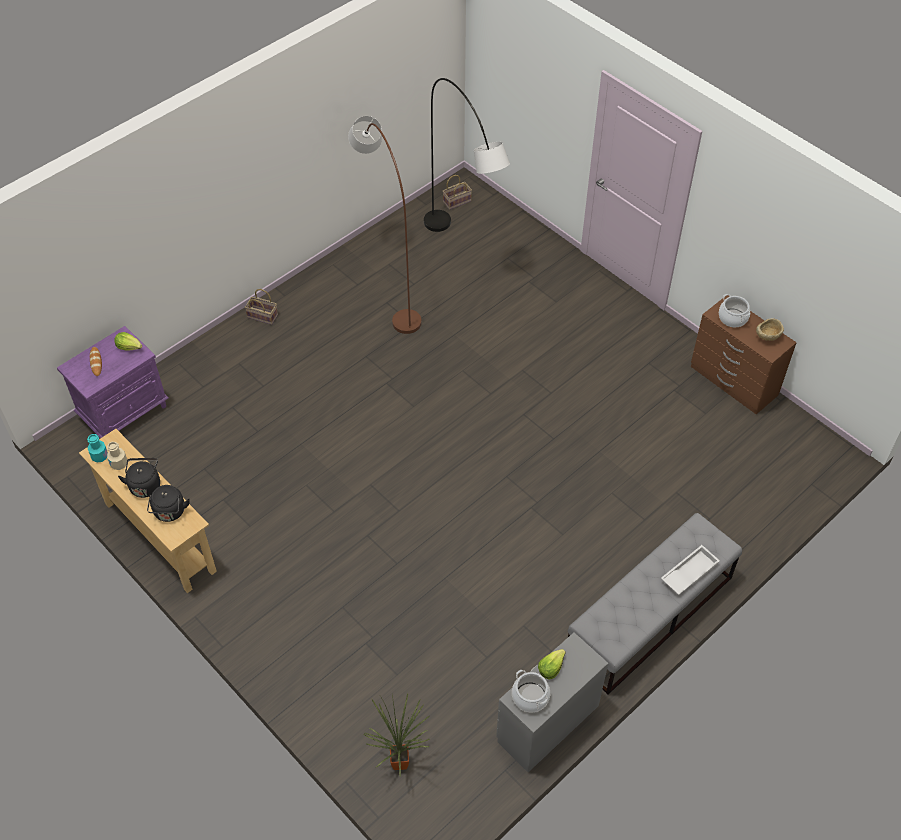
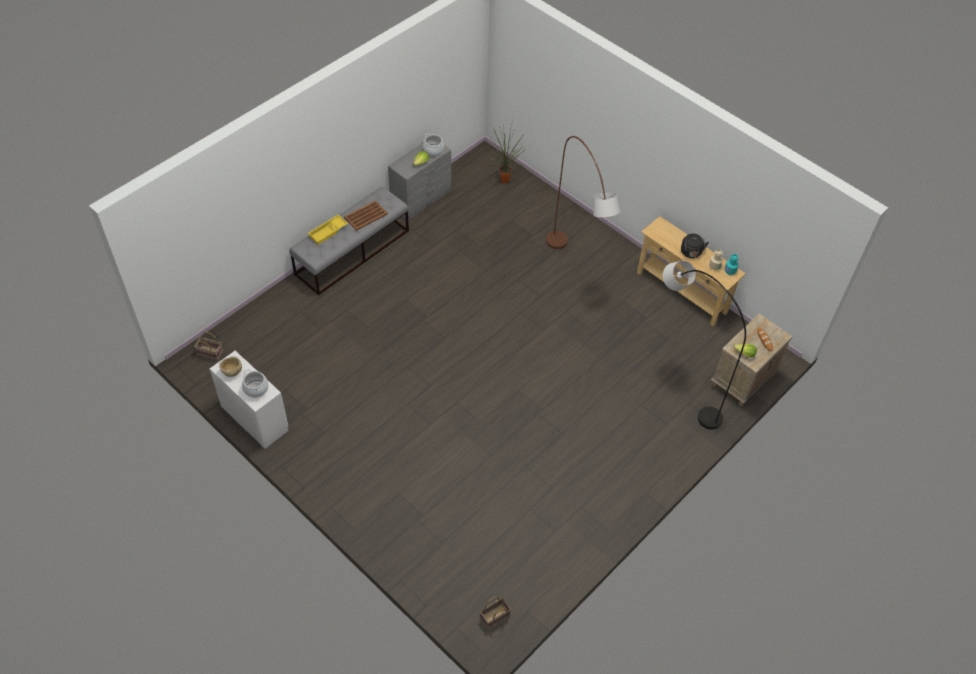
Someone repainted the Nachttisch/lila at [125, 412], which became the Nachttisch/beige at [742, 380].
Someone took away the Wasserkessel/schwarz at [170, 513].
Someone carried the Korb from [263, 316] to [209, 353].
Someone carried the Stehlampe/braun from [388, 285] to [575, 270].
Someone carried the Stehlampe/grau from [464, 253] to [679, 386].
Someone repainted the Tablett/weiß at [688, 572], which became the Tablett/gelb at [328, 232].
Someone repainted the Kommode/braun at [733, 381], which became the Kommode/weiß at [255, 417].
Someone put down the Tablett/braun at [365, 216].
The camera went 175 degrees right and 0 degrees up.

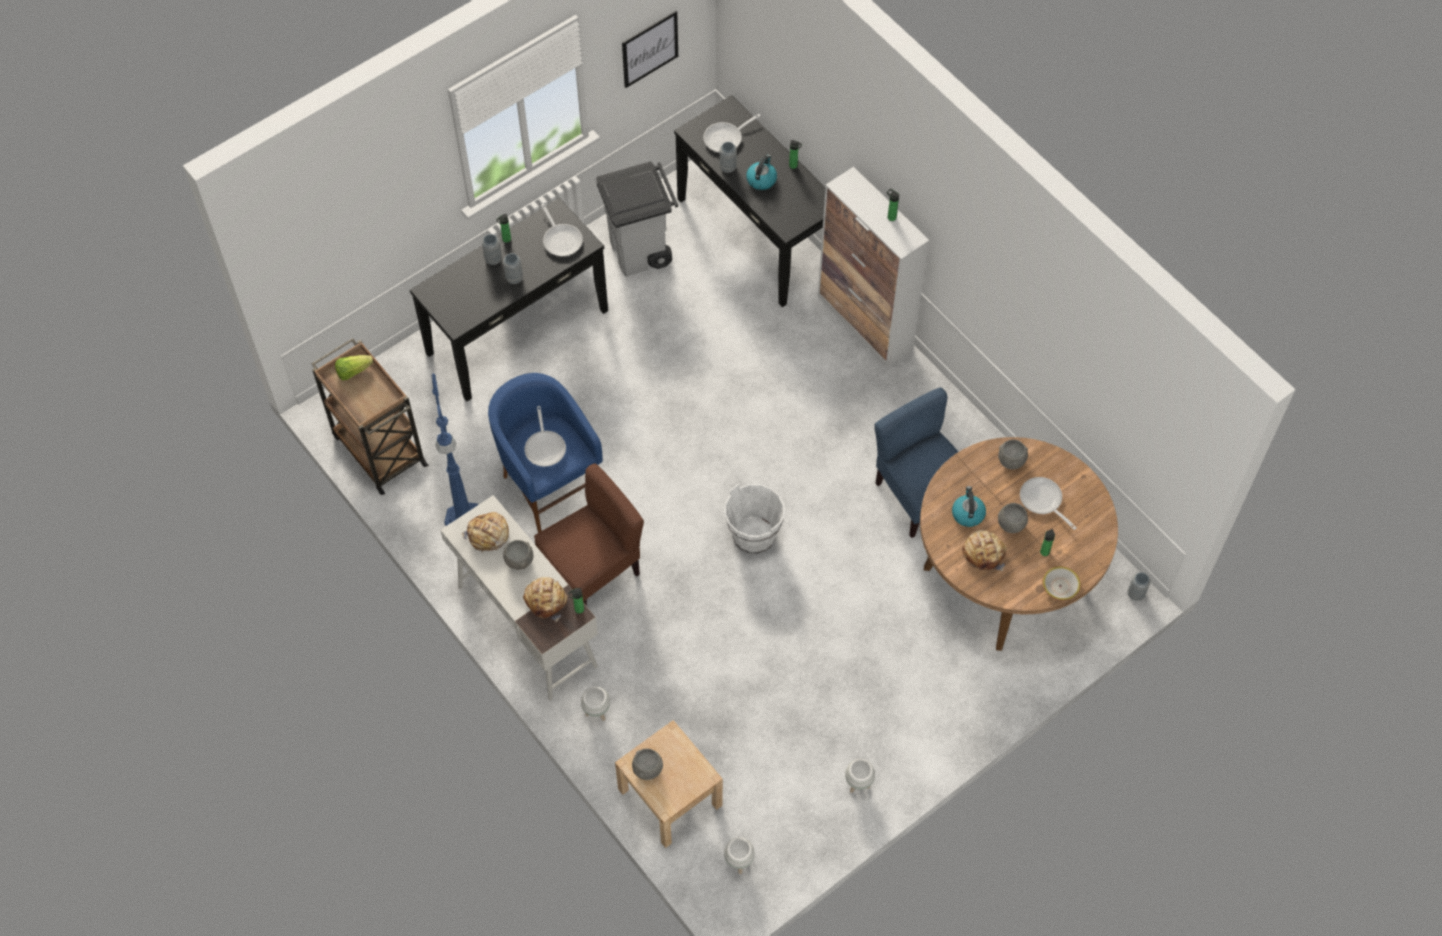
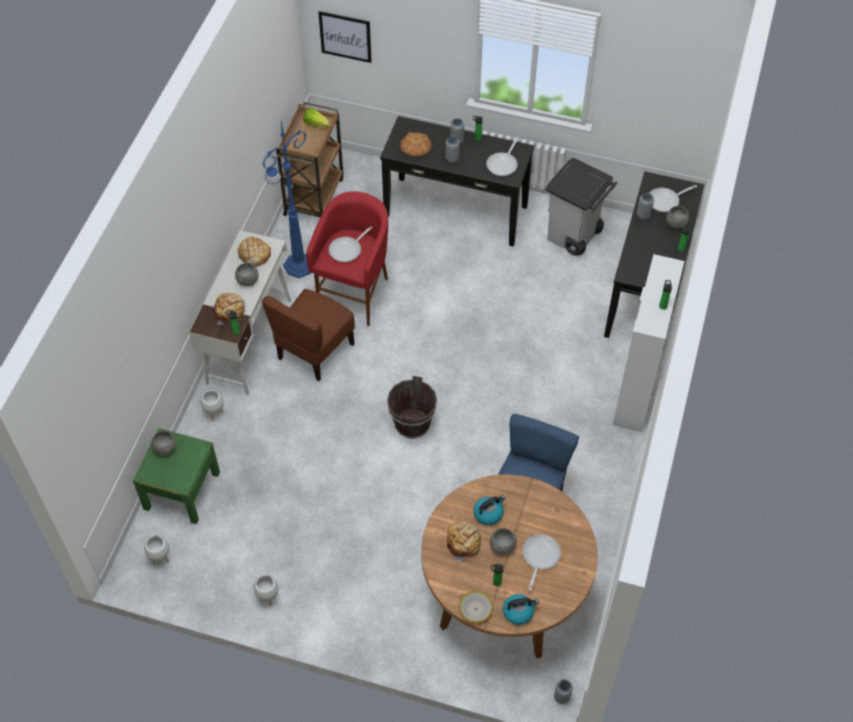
Someone repainted the Hocker/blau at [549, 490], which became the Hocker/rot at [355, 294].
Someone rotated the Stuhl/braun at [592, 571] by 105 degrees clockwise.
Someone repainted the Nachttisch/beige at [670, 797], which became the Nachttisch/grün at [182, 490].
Someone carried the Bild from [650, 48] to [345, 36].
Someone rotated the Pfanne at [726, 138] by 45 degrees counterclockwise.
Someone repainted the Eimer/weiß at [753, 536], which became the Eimer/braun at [412, 424].
Someone carried the Wasserkessel from [761, 179] to [518, 612].
Someone carried the Schüssel/grau from [1010, 461] to [676, 224].
Someone put down the Brot at [415, 146].
The camera went 55 degrees right and 5 degrees down.

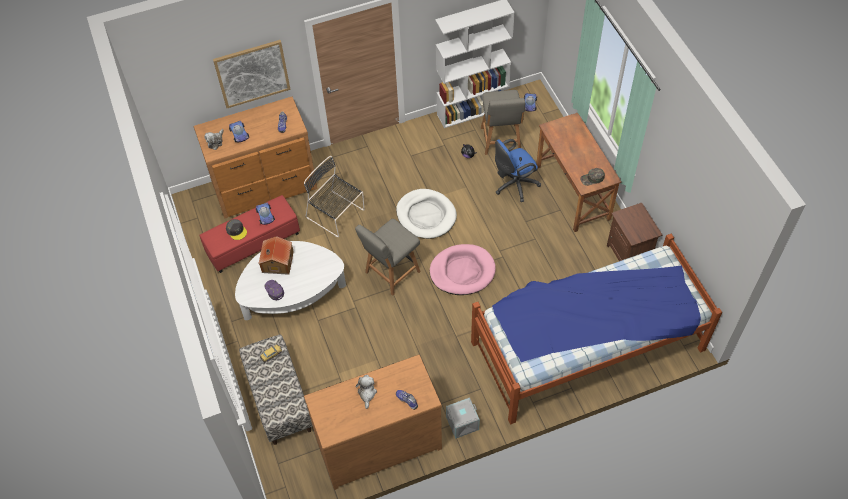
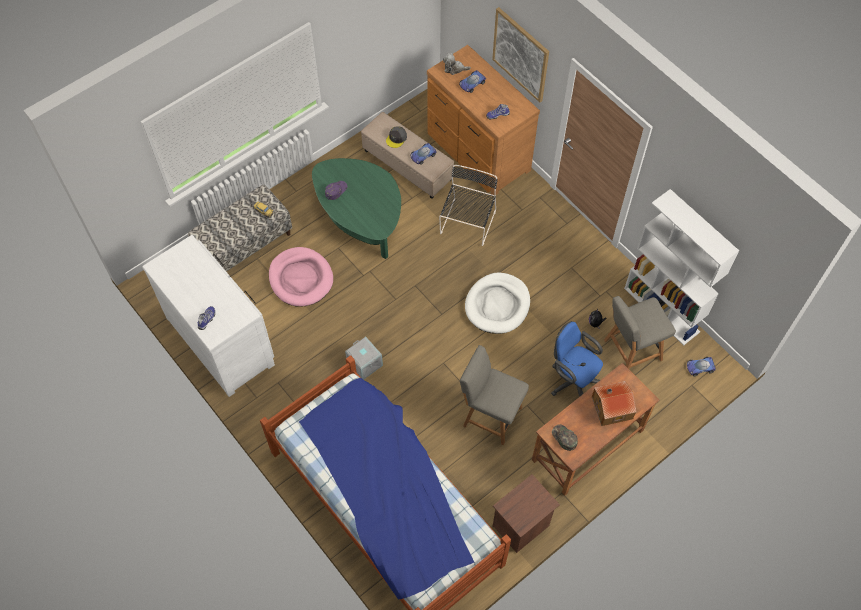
Someone repainted the Polsterhocker/rot at [253, 242], which became the Polsterhocker/beige at [408, 165].
Someone repainted the Couchtisch/weiß at [292, 294], which became the Couchtisch/grün at [360, 217].
Someone carried the Spielzeughaus from [277, 262] to [611, 407].
Someone repainted the Kommode/braun at [377, 443], which became the Kommode/weiß at [221, 339].
Someone carried the Stuhl/grau from [391, 273] to [490, 415].
Someone took away the Plüschtier at [367, 393].
Someone carried the Hundebett/rosa from [462, 271] to [301, 278].
Someone carried the Aufbewahrungsbox/grau from [462, 423] to [364, 364].
The camera went 70 degrees right and 5 degrees up.

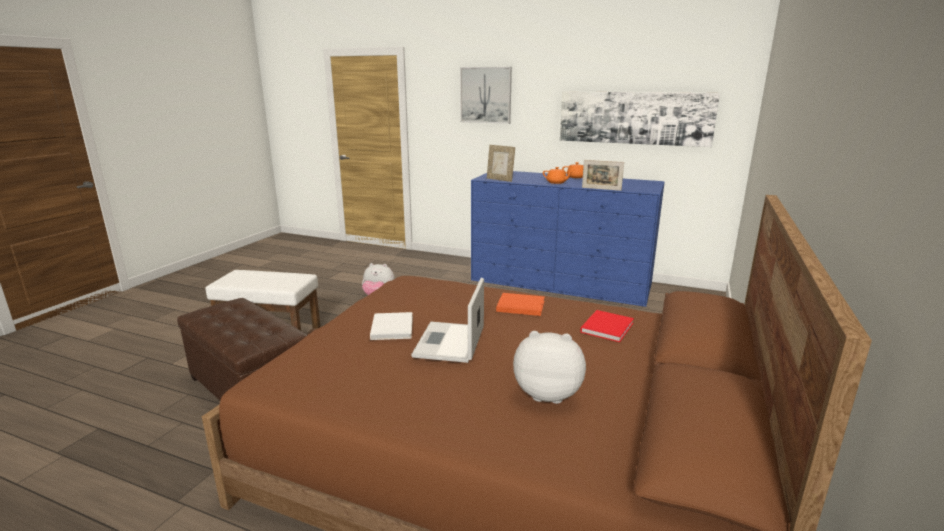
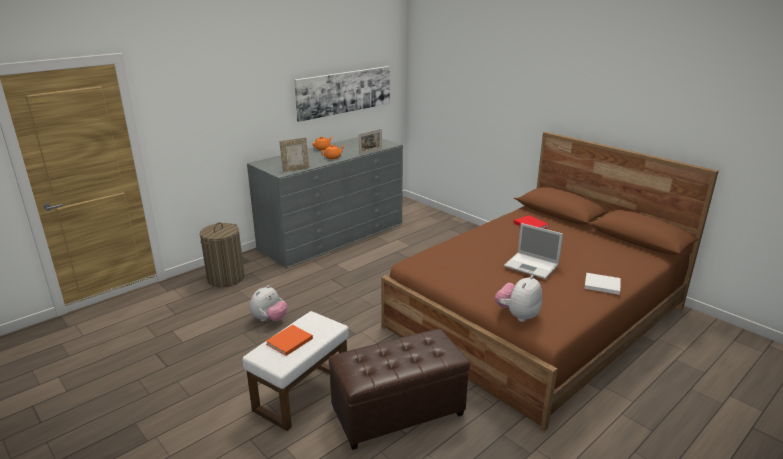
Someone carried the Buch/weiß from [392, 327] to [601, 284].
Someone took away the Bild at [485, 95].
Someone repainted the Kommode/blau at [560, 281], which became the Kommode/grau at [333, 236].
Someone carried the Buch/orange from [519, 306] to [288, 342].
Someone carried the Plüschtier from [547, 393] to [517, 315].
Someone put down the Wäschekorb at [226, 278].
The camera went 65 degrees left and 5 degrees up.

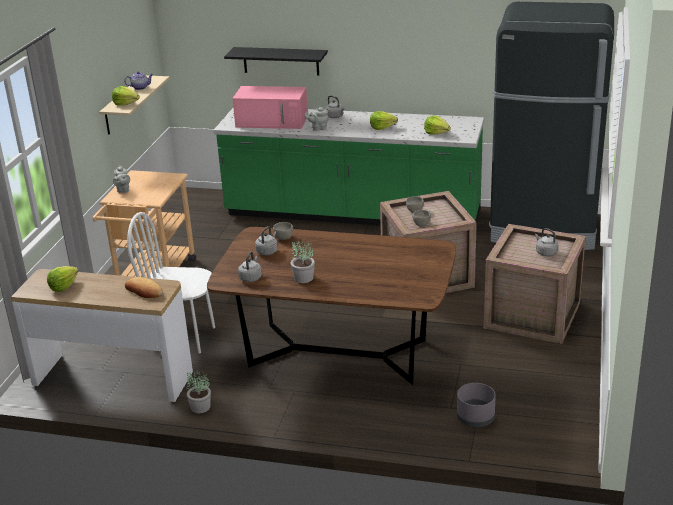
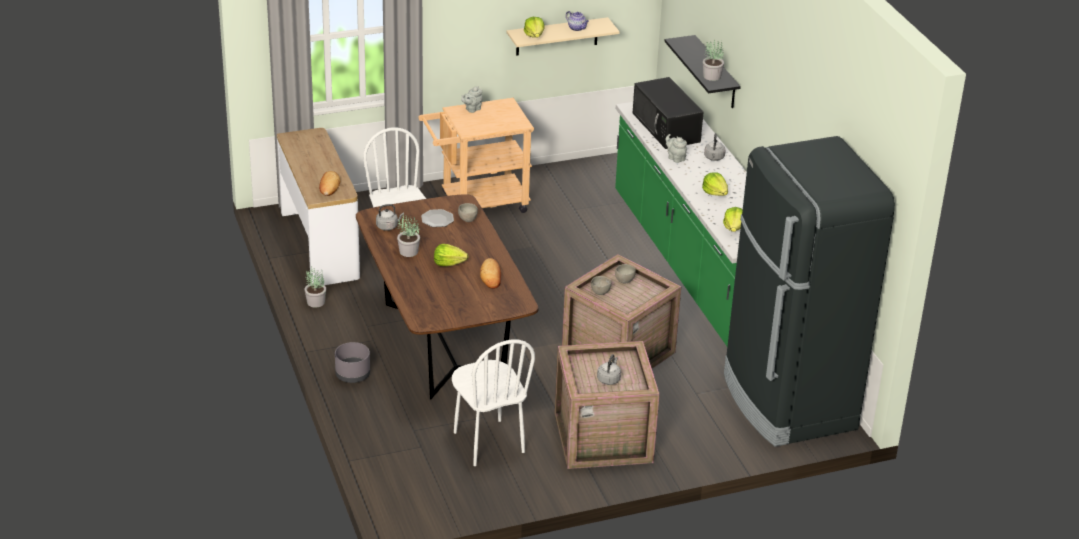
Someone carried the Salatkopf from [63, 287] to [448, 263].
Someone repainted the Mikrowelle/rosa at [273, 121], which became the Mikrowelle/schwarz at [667, 128].
Someone swapped the Wasserkessel/grau at [267, 251] for the Teller at [437, 219].
Someone carried the Pflanzkübel/grau from [475, 418] to [352, 375].
Someone put down the Stuhl/weiß at [488, 442].
Someone put down the Brot at [491, 276].
Someone put down the Topfpflanze at [712, 76].
The camera went 55 degrees right and 5 degrees up.

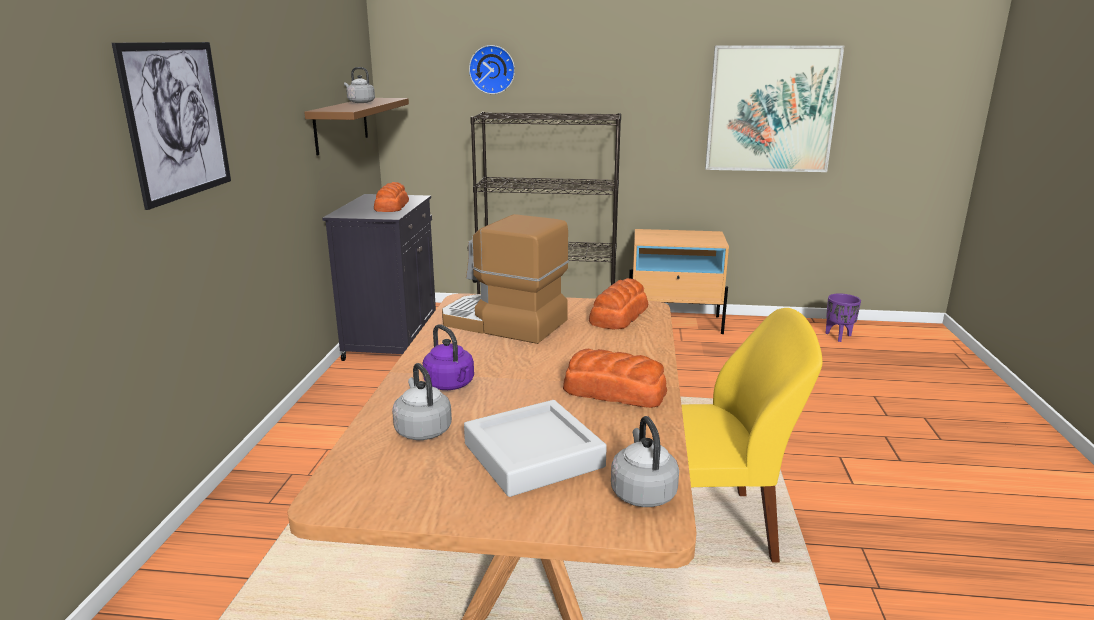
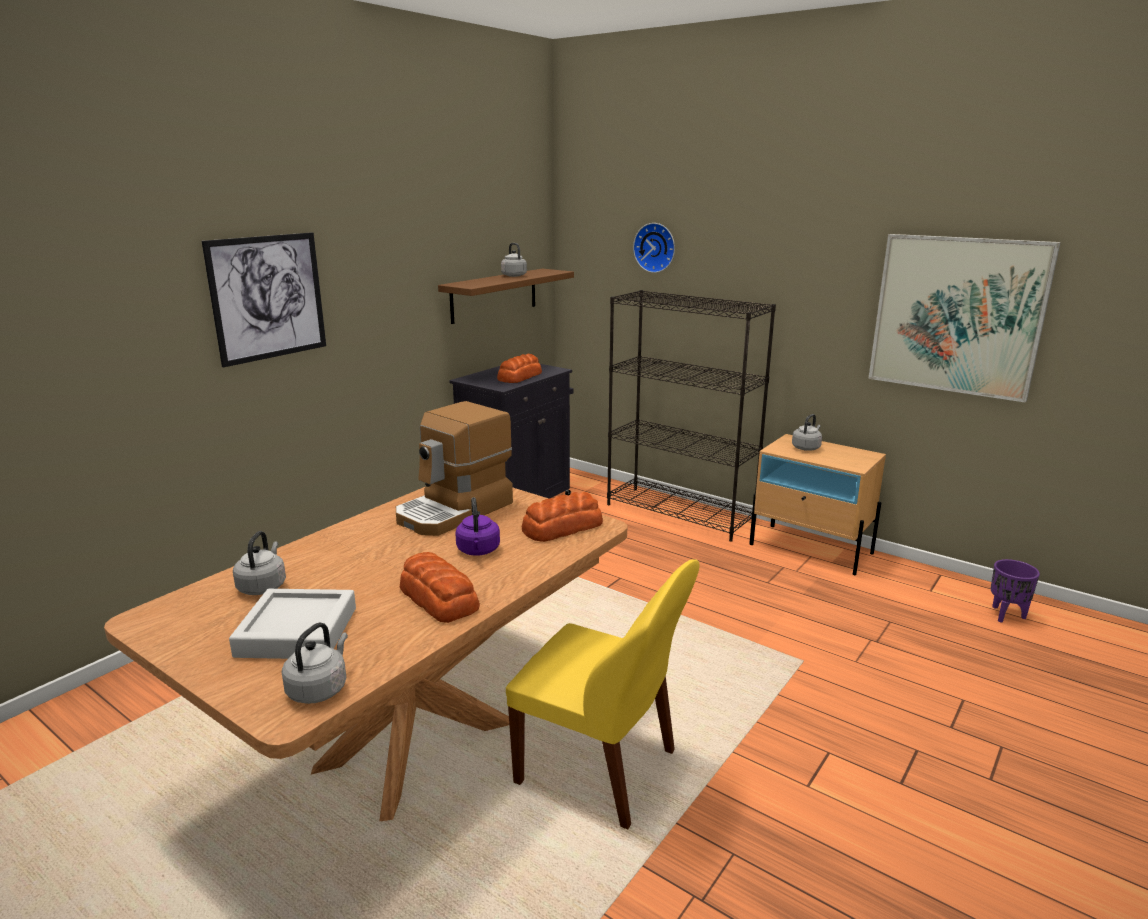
Someone carried the Wasserkessel/lila from [451, 385] to [478, 551].
Someone rotated the Kaffeemaschine at [502, 323] by 105 degrees counterclockwise.
Someone put down the Wasserkessel/grau at [806, 447].
The camera went 30 degrees right and 0 degrees up.

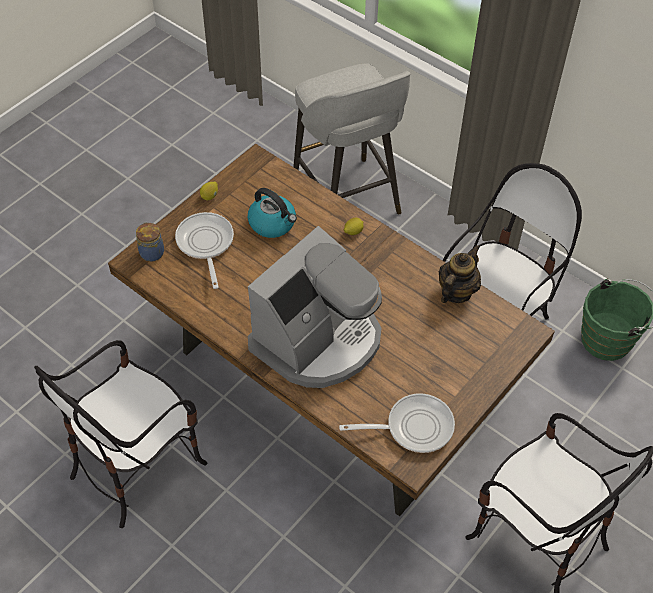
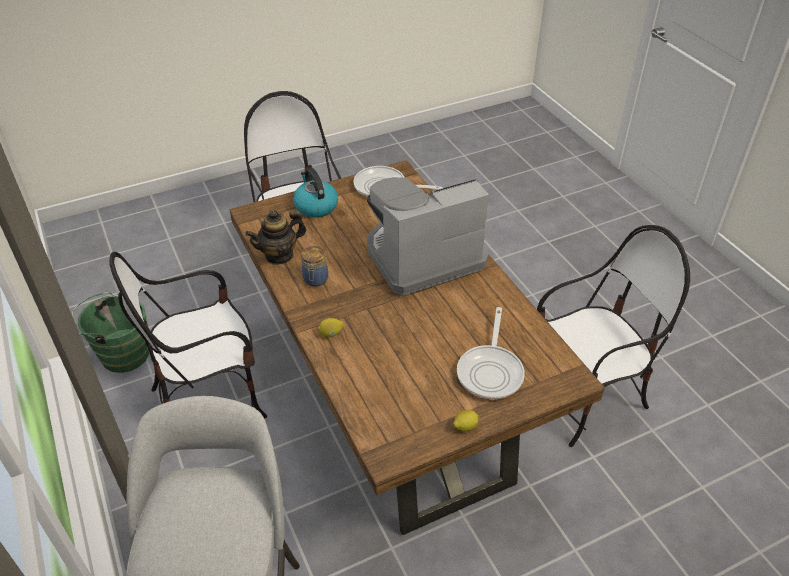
Someone carried the Vorratsglas from [151, 252] to [315, 280].
Someone carried the Wasserkessel from [273, 223] to [315, 206].
The camera went 155 degrees left and 10 degrees down.

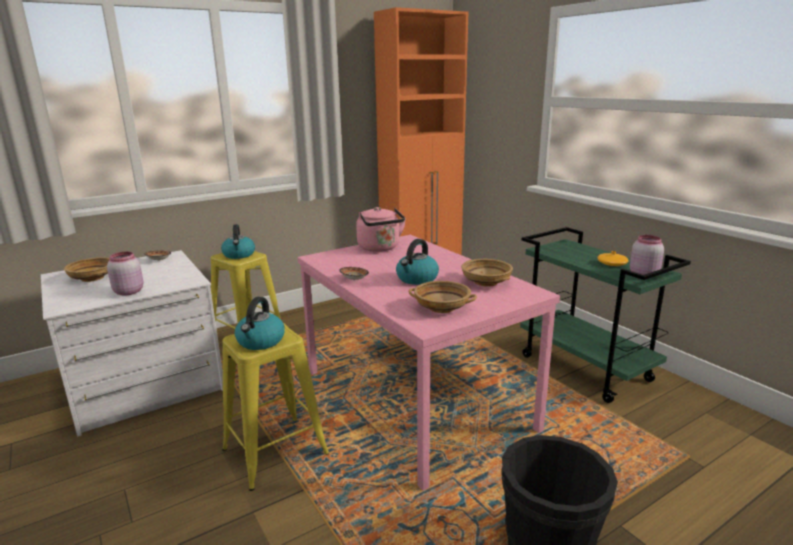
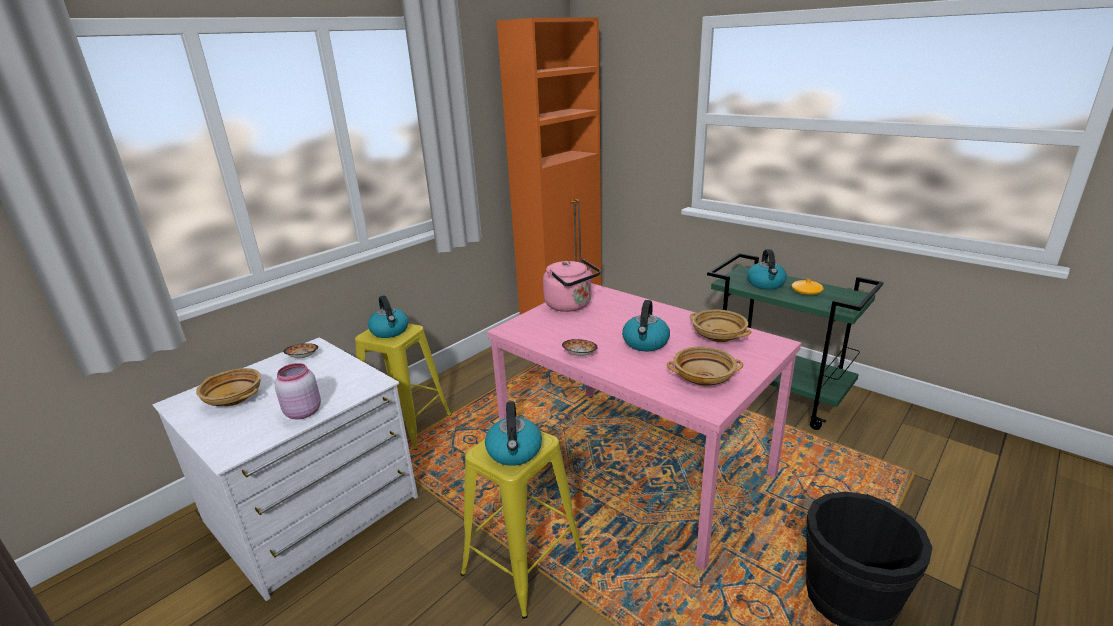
Someone took away the Vorratsglas/rosa at [643, 274].
Someone put down the Wasserkessel at [766, 284].
The camera went 15 degrees left and 5 degrees up.

